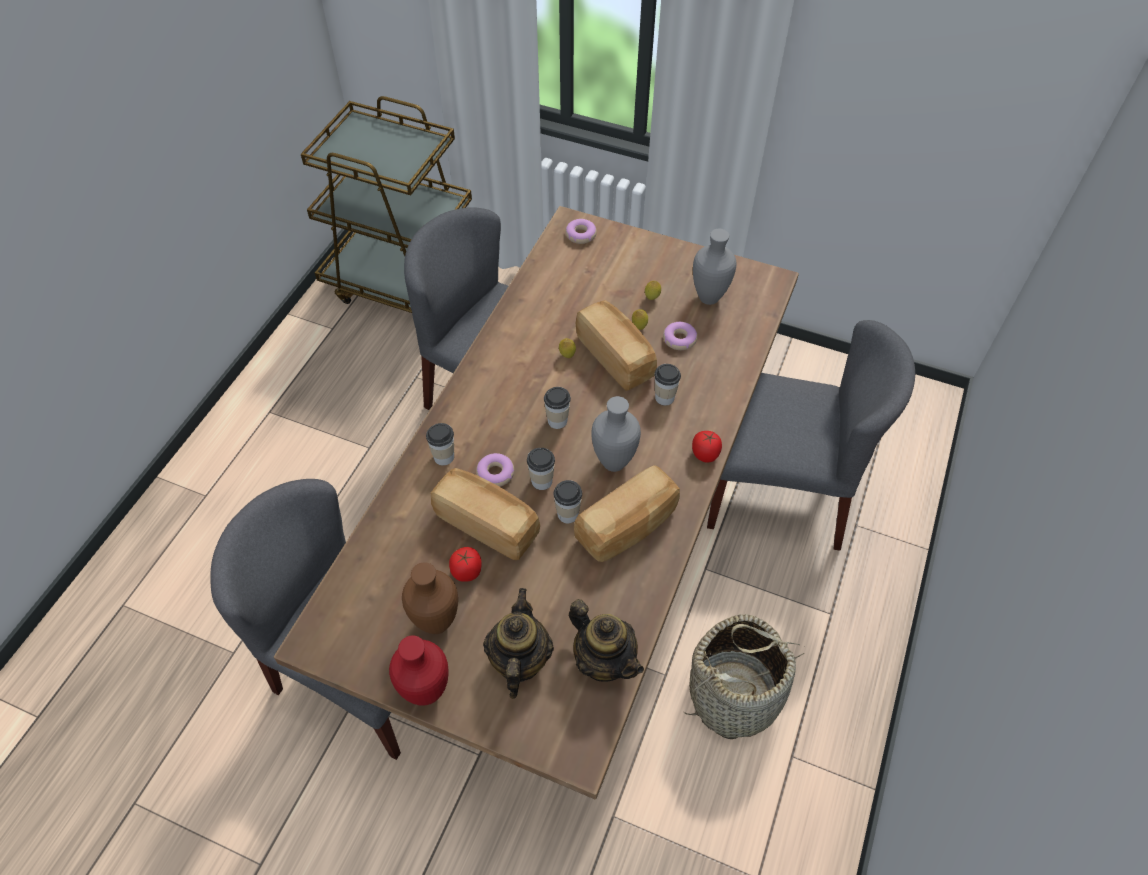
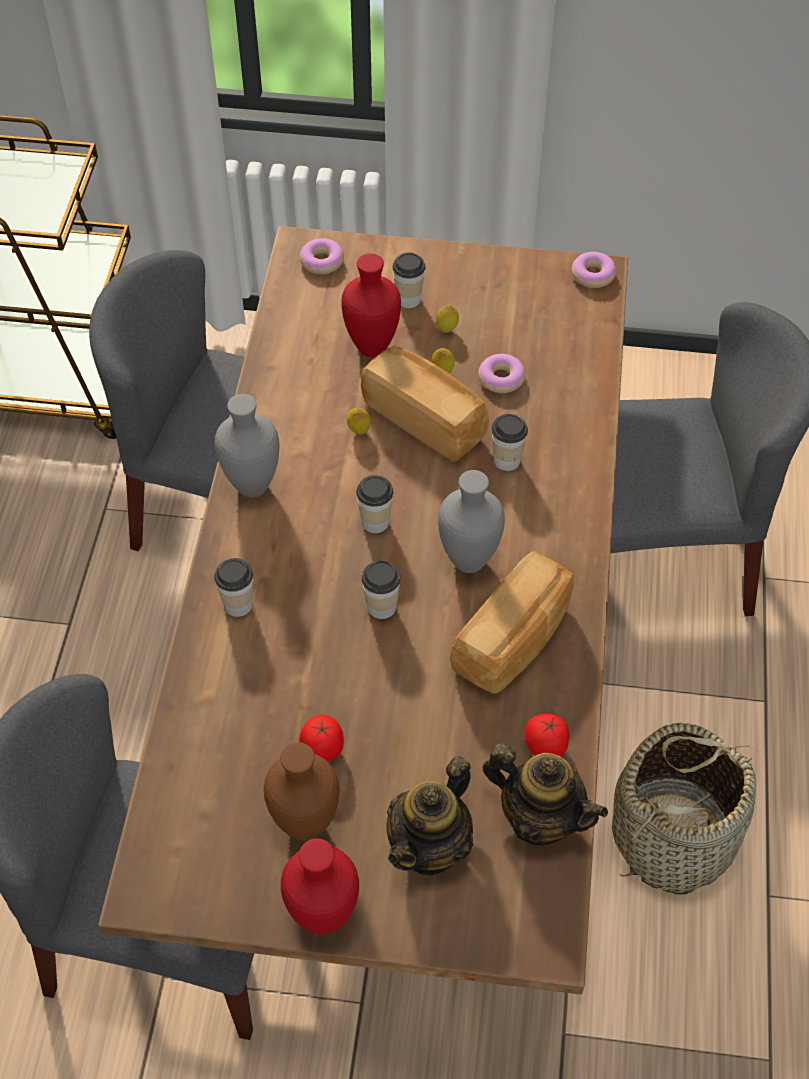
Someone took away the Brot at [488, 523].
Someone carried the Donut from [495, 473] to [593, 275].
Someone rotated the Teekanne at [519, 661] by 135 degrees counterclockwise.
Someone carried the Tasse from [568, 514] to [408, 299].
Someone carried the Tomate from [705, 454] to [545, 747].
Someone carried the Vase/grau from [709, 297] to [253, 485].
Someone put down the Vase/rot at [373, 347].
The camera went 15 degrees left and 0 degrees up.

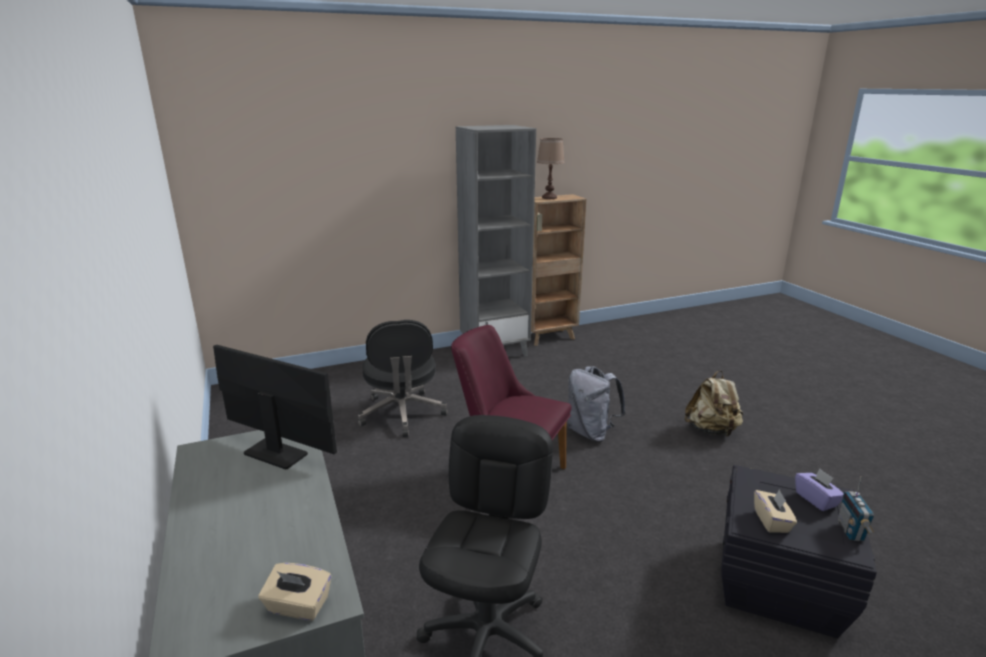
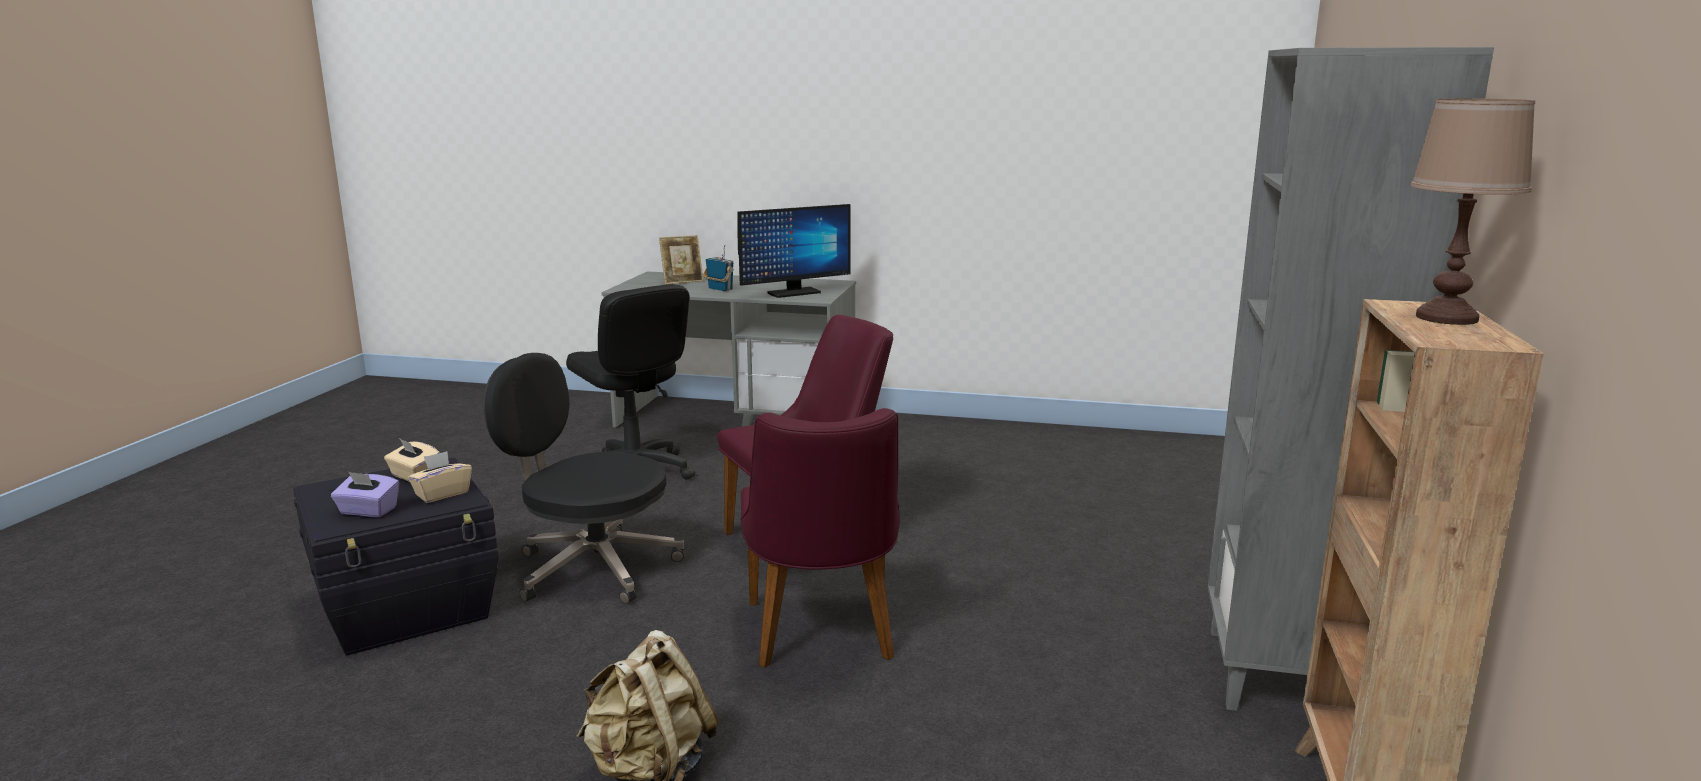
Someone carried the Taschentuchbox/beige from [298, 606] to [442, 494].
Someone carried the Bürostuhl/schwarz from [402, 414] to [592, 568].
Someone swapped the Rucksack/grau at [591, 432] for the Stuhl/lila at [822, 637].
Someone carried the Radio from [851, 531] to [720, 289].
Someone put down the Bilderrahmen at [682, 281].
The camera went 125 degrees right and 5 degrees down.

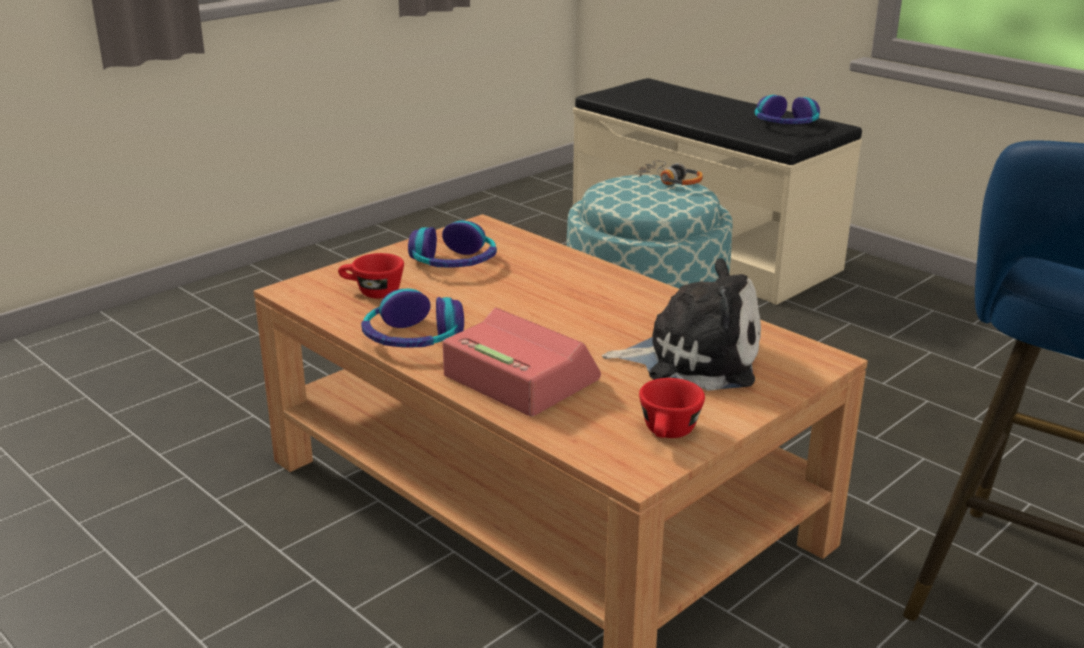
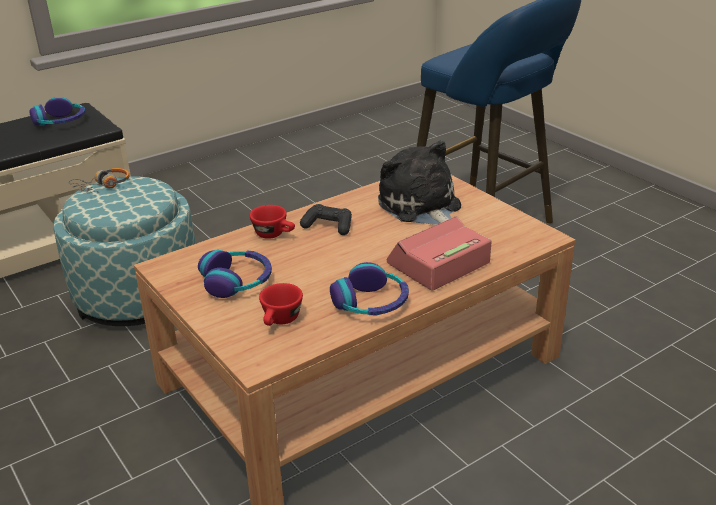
Someone rotated the Plüschtier at [694, 359] by 45 degrees counterclockwise.
Someone carried the Tasse/rot from [668, 434] to [274, 234].
Someone put down the Gamepad/schwarz at [328, 226].
The camera went 80 degrees left and 5 degrees up.

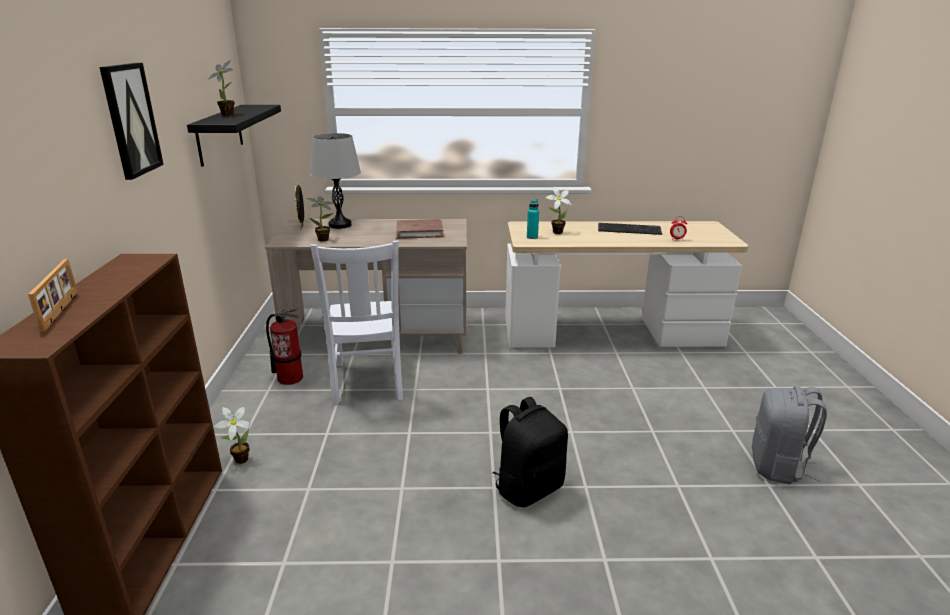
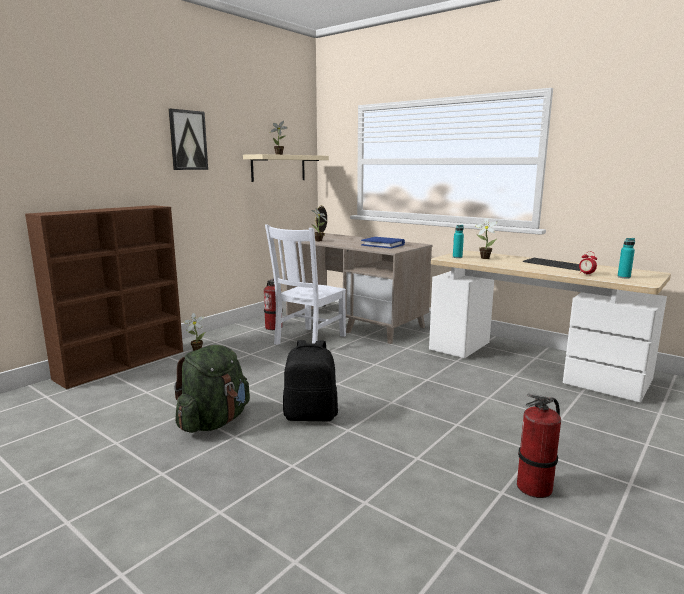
Someone took away the Bilderrahmen at [61, 310].
Someone repainted the Wandregal/schwarz at [219, 134], which became the Wandregal/beige at [278, 168].
Someone took away the Tischlampe/grau at [340, 225].
Someone repainted the Buch/braun at [419, 231], which became the Buch/blau at [383, 245].
Someone swapped the Rucksack/grau at [778, 467] for the Feuerlöscher at [535, 487].
Someone put down the Rucksack/grün at [214, 422].
Someone put down the Flasche/türkis at [623, 277].
The camera went 40 degrees right and 10 degrees down.

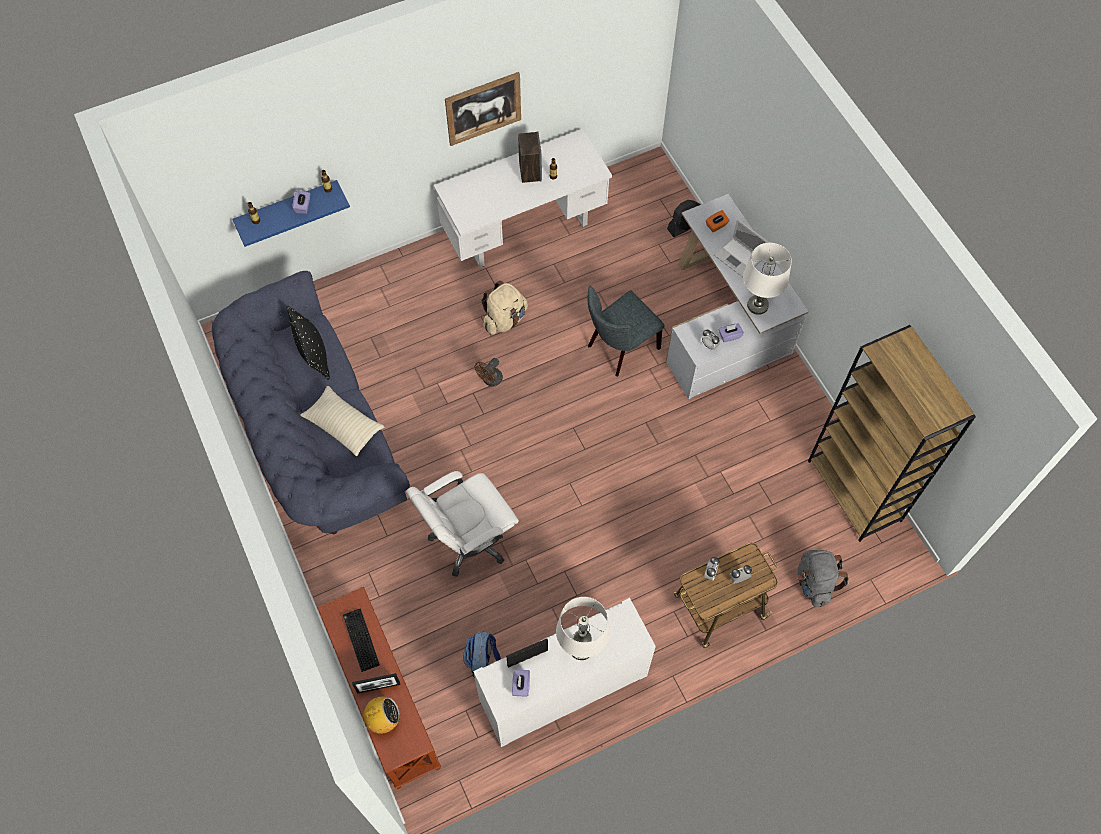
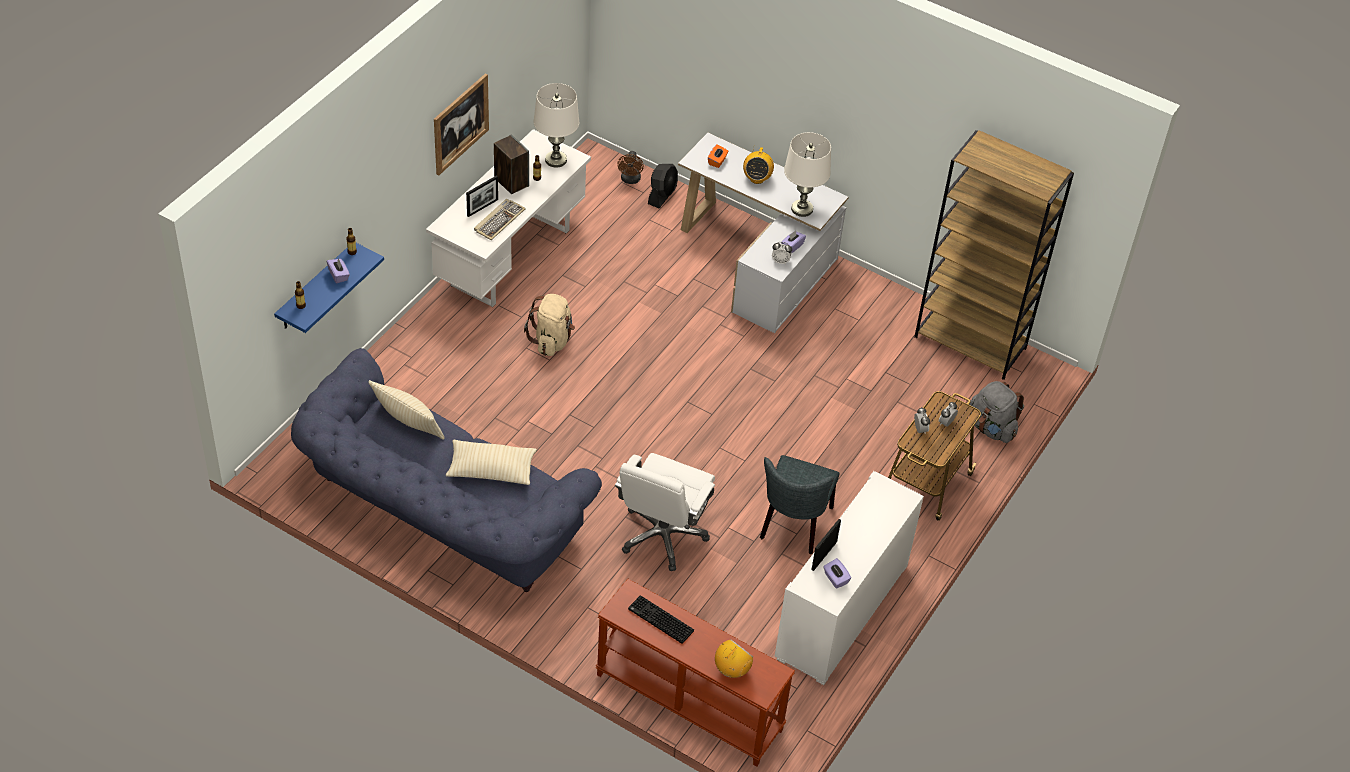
Someone repainted the Kissen/schwarz at [312, 351], which became the Kissen/beige at [408, 423].
Someone carried the Bilderrahmen from [378, 687] to [482, 207].
Someone took away the Rucksack at [483, 662].
Someone carried the Ventilator/braun from [490, 380] to [630, 180].
Someone carried the Tischlampe/weiß from [581, 648] to [555, 160].
Someone carried the Stuhl/grau from [619, 348] to [794, 526].
Someone swapped the Laptop at [739, 257] for the Radio at [757, 178].
Someone put down the Tastatur at [499, 220].
The camera went 35 degrees left and 15 degrees down.

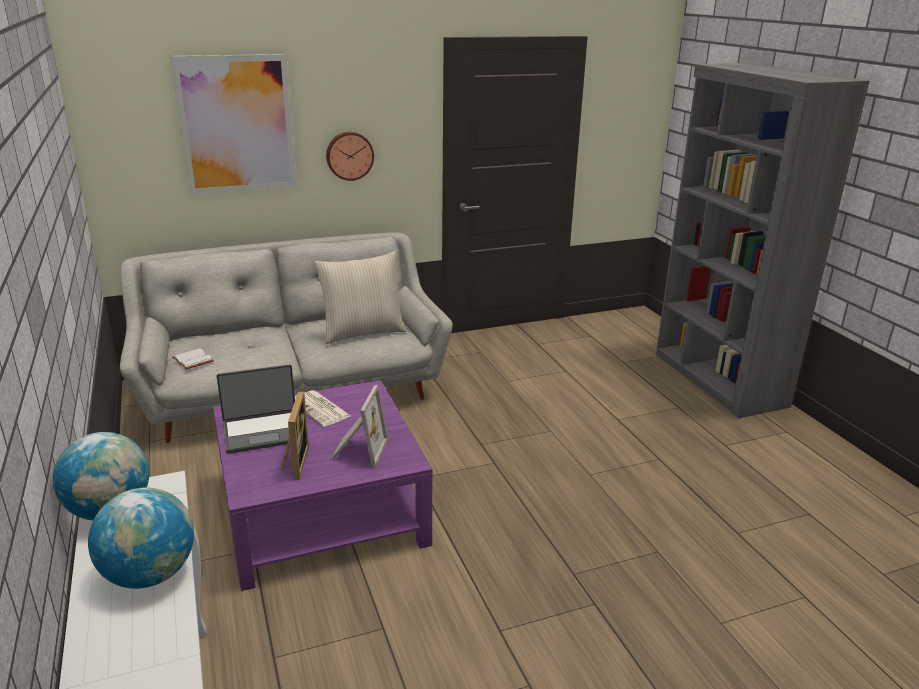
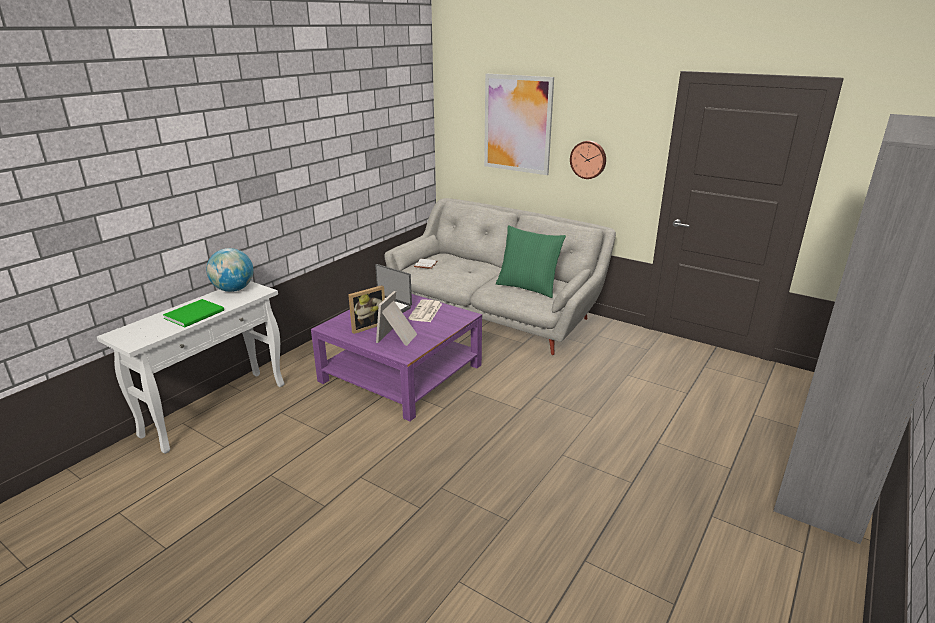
Someone swapped the Globus at [150, 574] for the Buch/grün at [196, 314].
Someone repainted the Kissen/beige at [362, 332], which became the Kissen/grün at [528, 287].
Someone rotated the Bilderrahmen at [358, 450] by 135 degrees clockwise.
The camera went 55 degrees right and 0 degrees up.

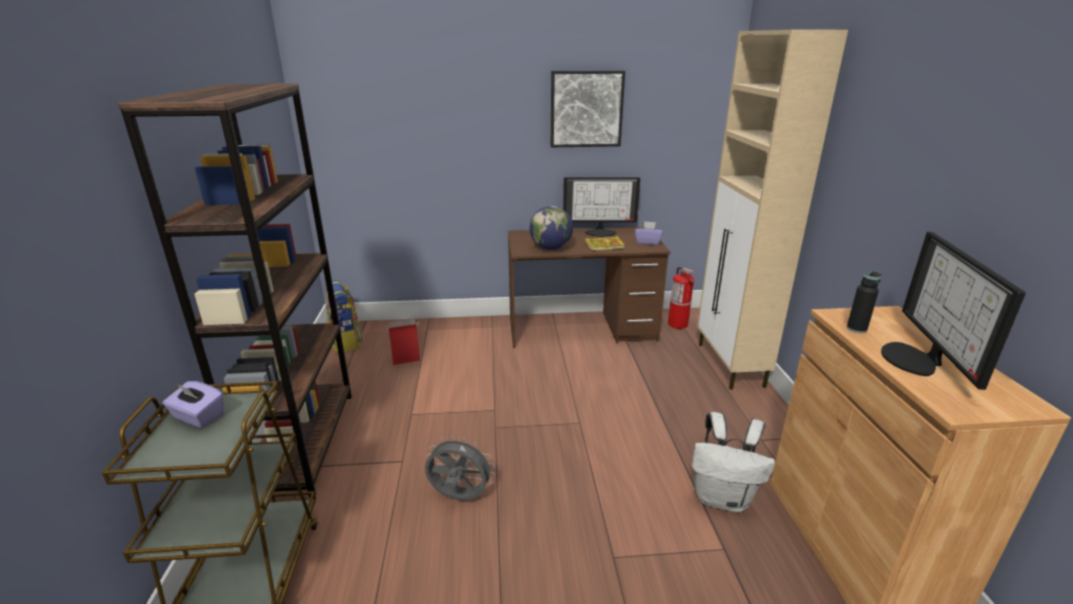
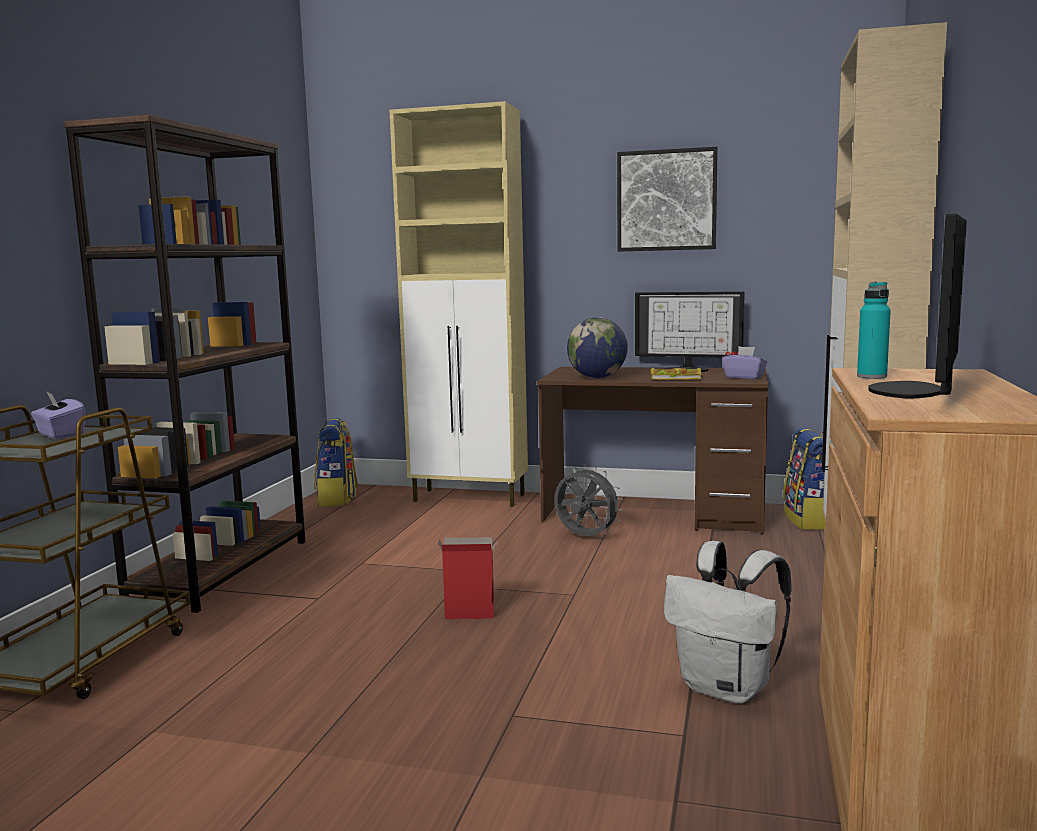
Someone carried the Karton from [407, 361] to [471, 616].
Someone carried the Ventilator/grau from [459, 498] to [585, 537].
Someone swapped the Feuerlöscher at [678, 324] for the Rucksack at [811, 521].
Someone repainted the Flasche/schwarz at [856, 329], which became the Flasche/türkis at [871, 376].
Someone put down the Schrank/beige at [470, 498].
The camera went 20 degrees right and 15 degrees down.

